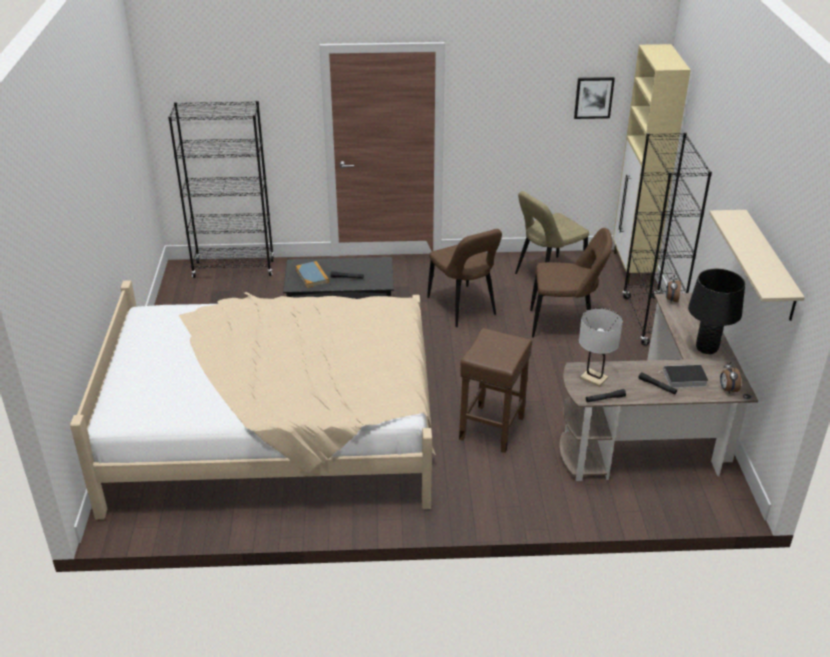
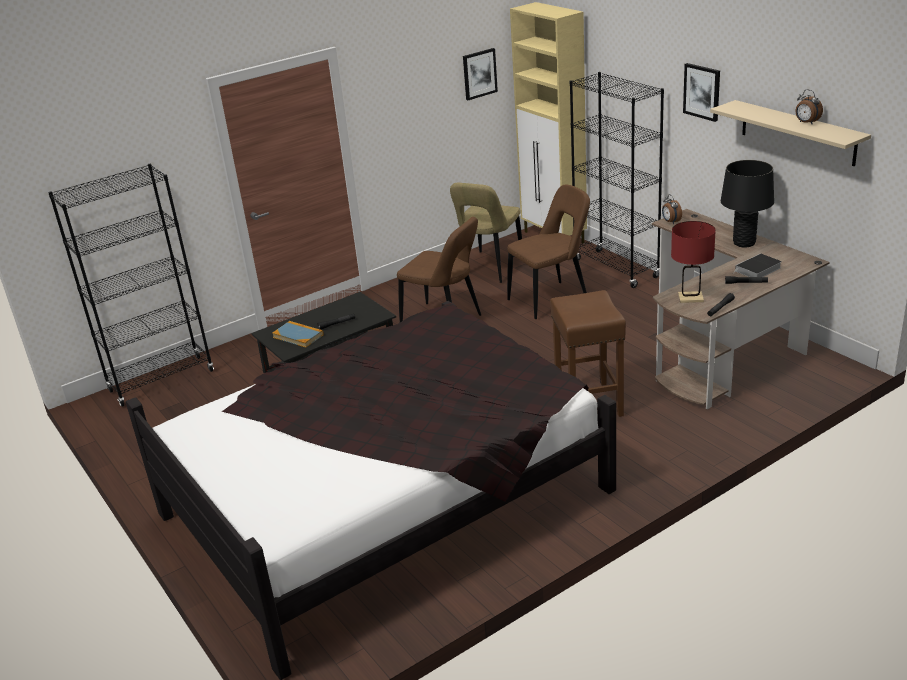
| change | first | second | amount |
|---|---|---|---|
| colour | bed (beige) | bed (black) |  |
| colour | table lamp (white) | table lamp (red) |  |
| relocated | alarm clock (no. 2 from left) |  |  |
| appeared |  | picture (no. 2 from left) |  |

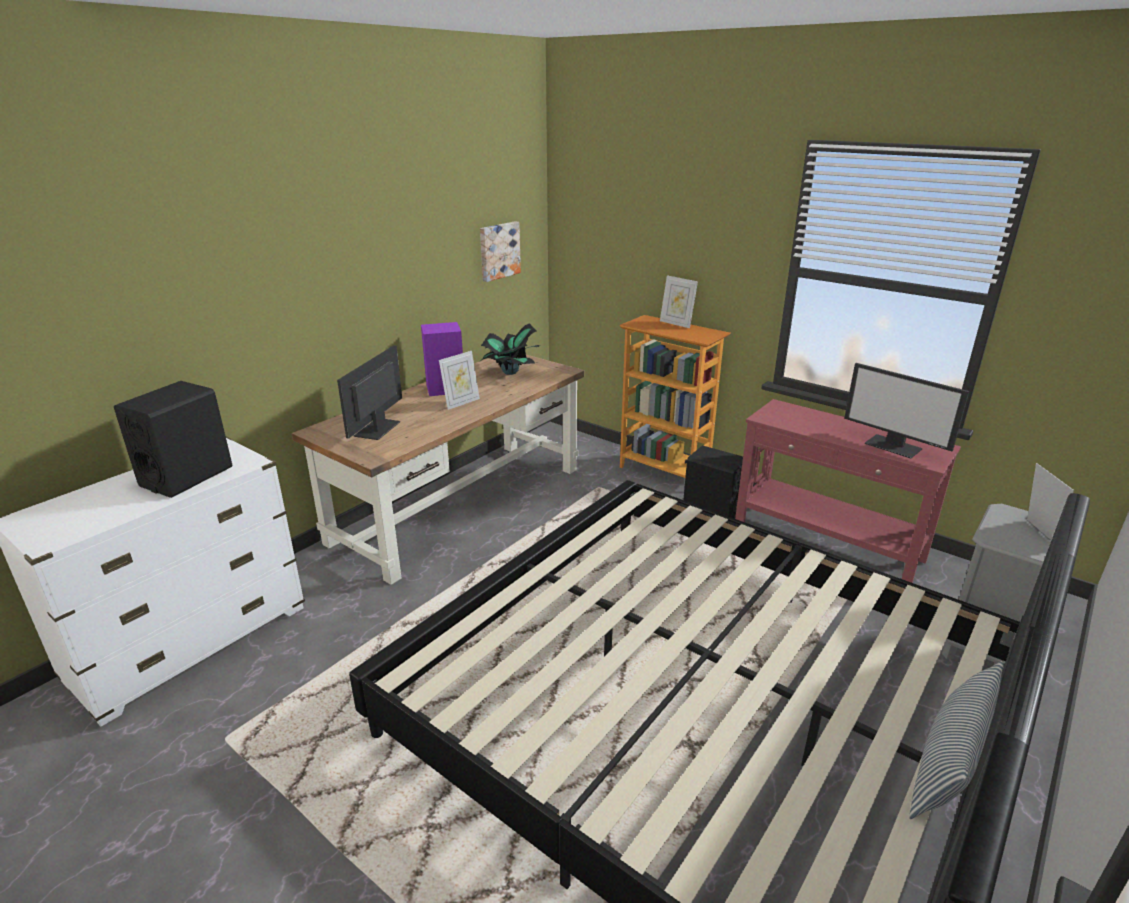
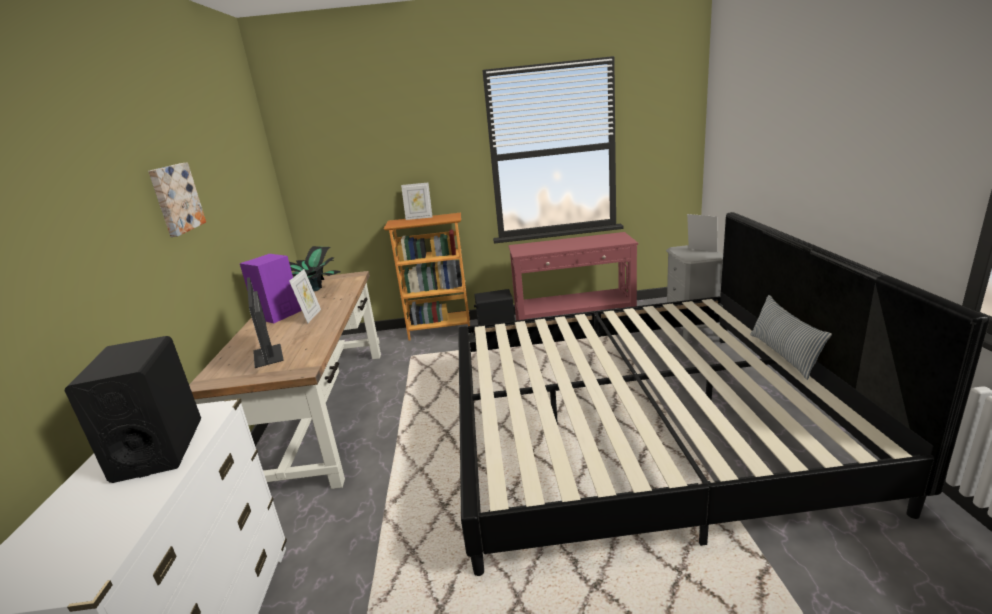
| change | first | second | amount |
|---|---|---|---|
| relocated | picture |  |  |
| missing | monitor (no. 2 from left) |  |  |

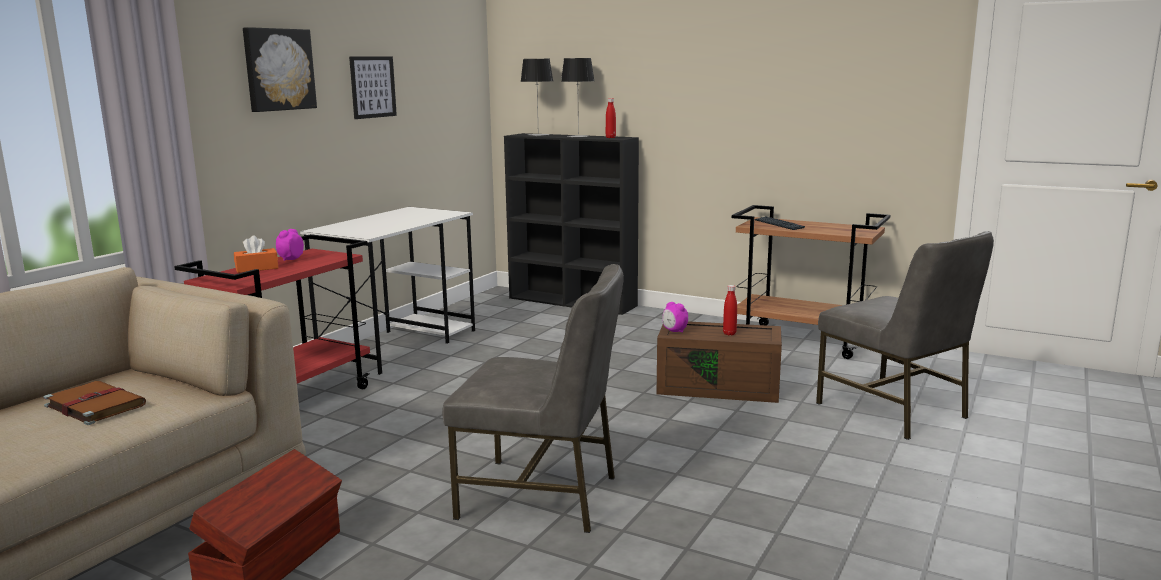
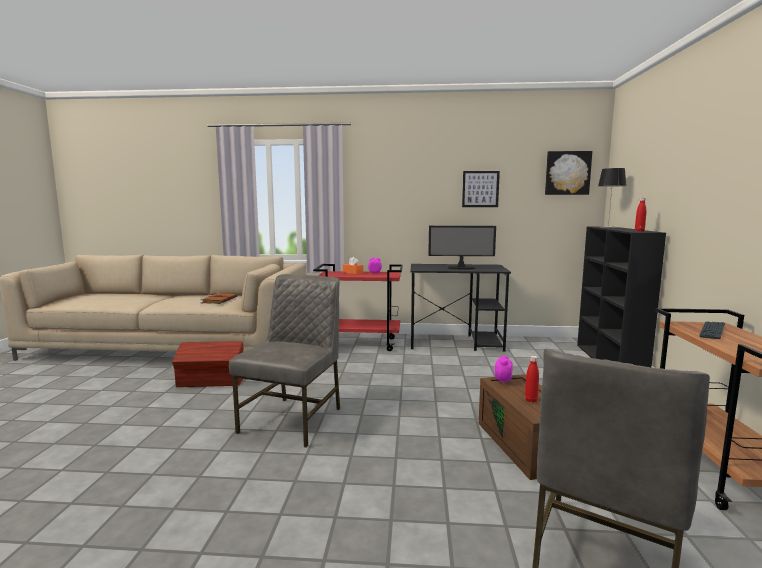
| change | first | second | amount |
|---|---|---|---|
| relocated | picture (no. 1 from left in the first image) | picture (no. 2 from left) |  |
| colour | desk (white) | desk (black) |  |
| spun | chair (grey) (no. 1 from left) |  | 150 degrees counterclockwise |
| missing | table lamp (no. 2 from left) |  |  |
| appeared |  | monitor |  |

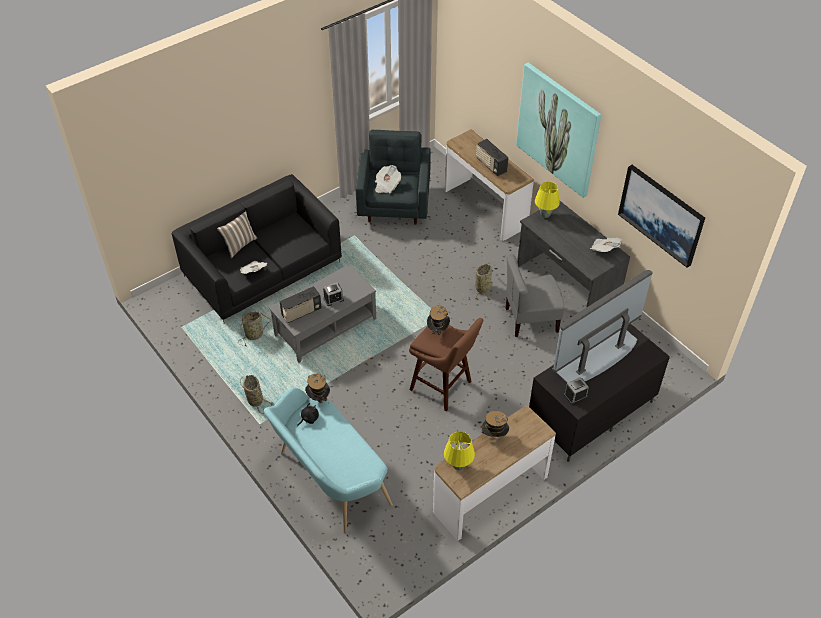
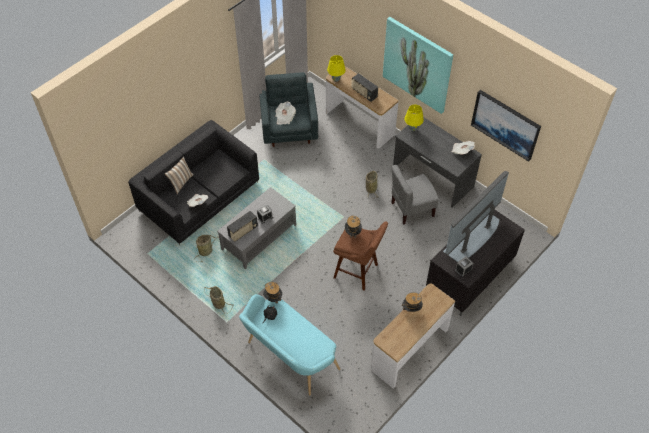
| change | first | second | amount |
|---|---|---|---|
| relocated | table lamp (yellow) (no. 1 from left) |  |  |

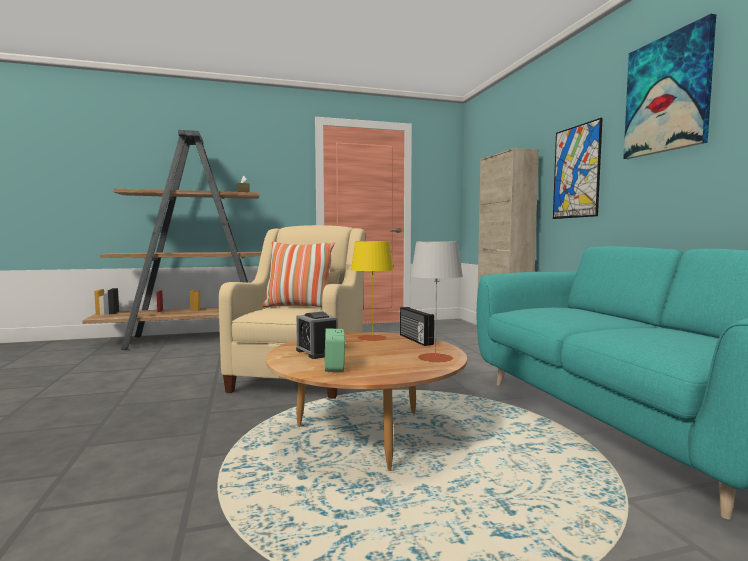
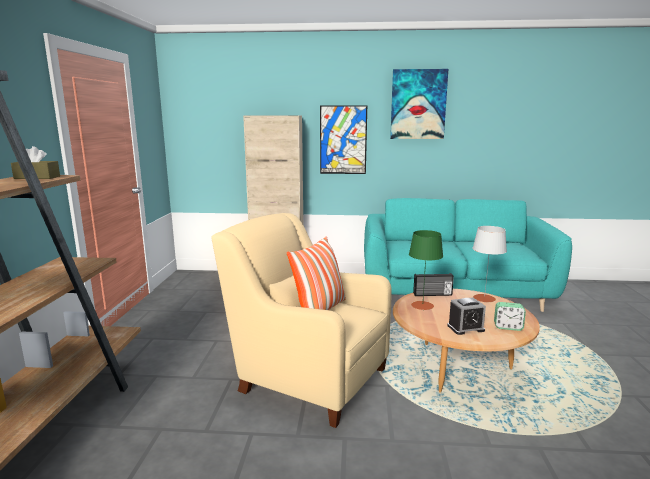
| change | first | second | amount |
|---|---|---|---|
| colour | table lamp (yellow) | table lamp (green) |  |

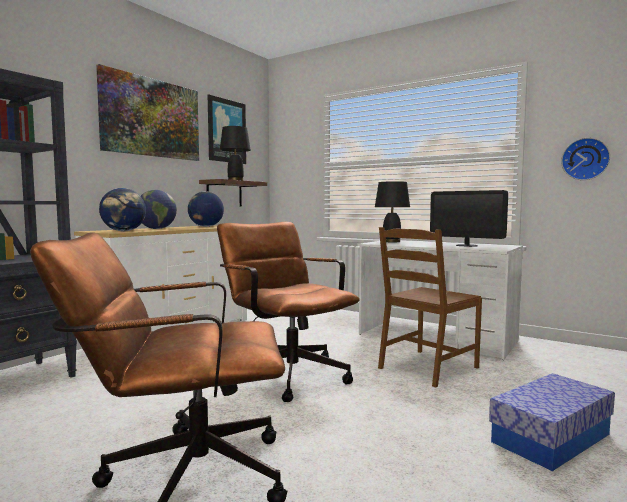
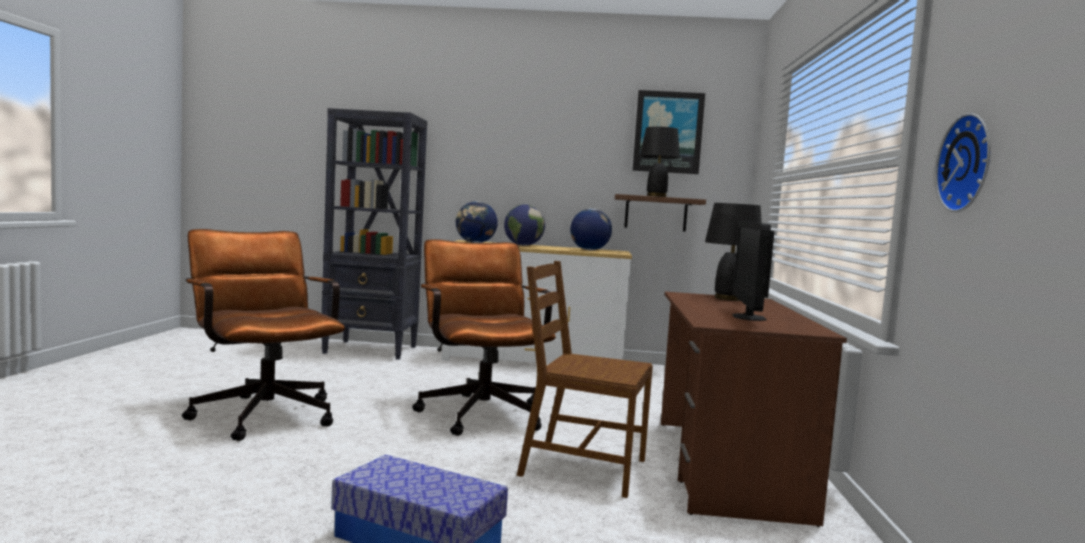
| change | first | second | amount |
|---|---|---|---|
| missing | picture (no. 1 from left) |  |  |
| spun | office chair (brown) (no. 2 from left) |  | 45 degrees counterclockwise |
| colour | desk (white) | desk (brown) |  |

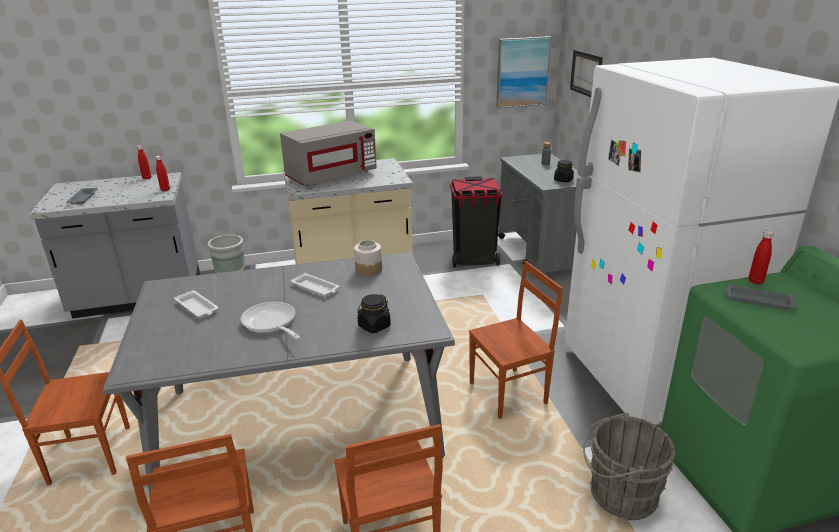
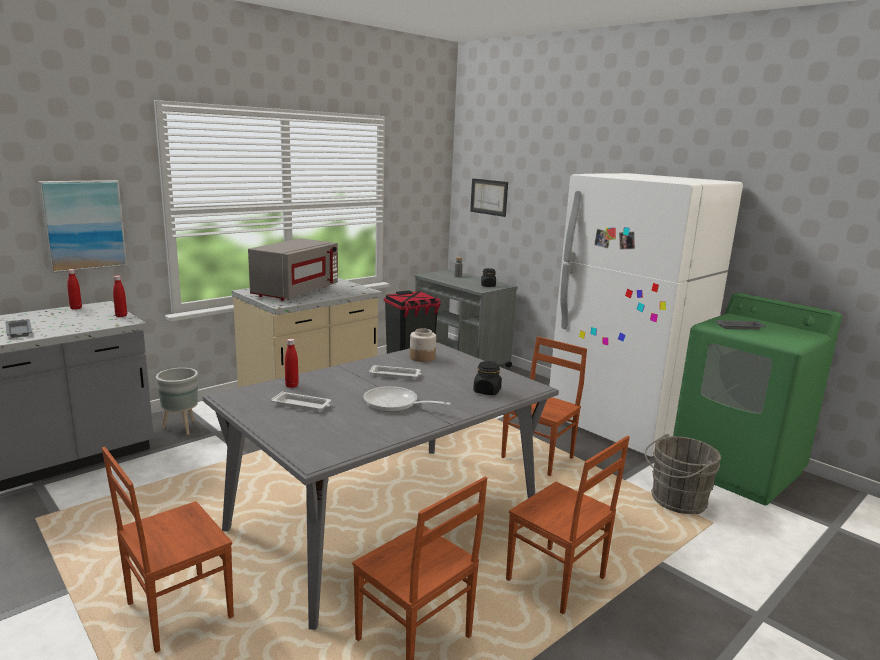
| change | first | second | amount |
|---|---|---|---|
| relocated | picture (no. 1 from left) |  |  |
| relocated | bottle (red) (no. 3 from left) |  |  |

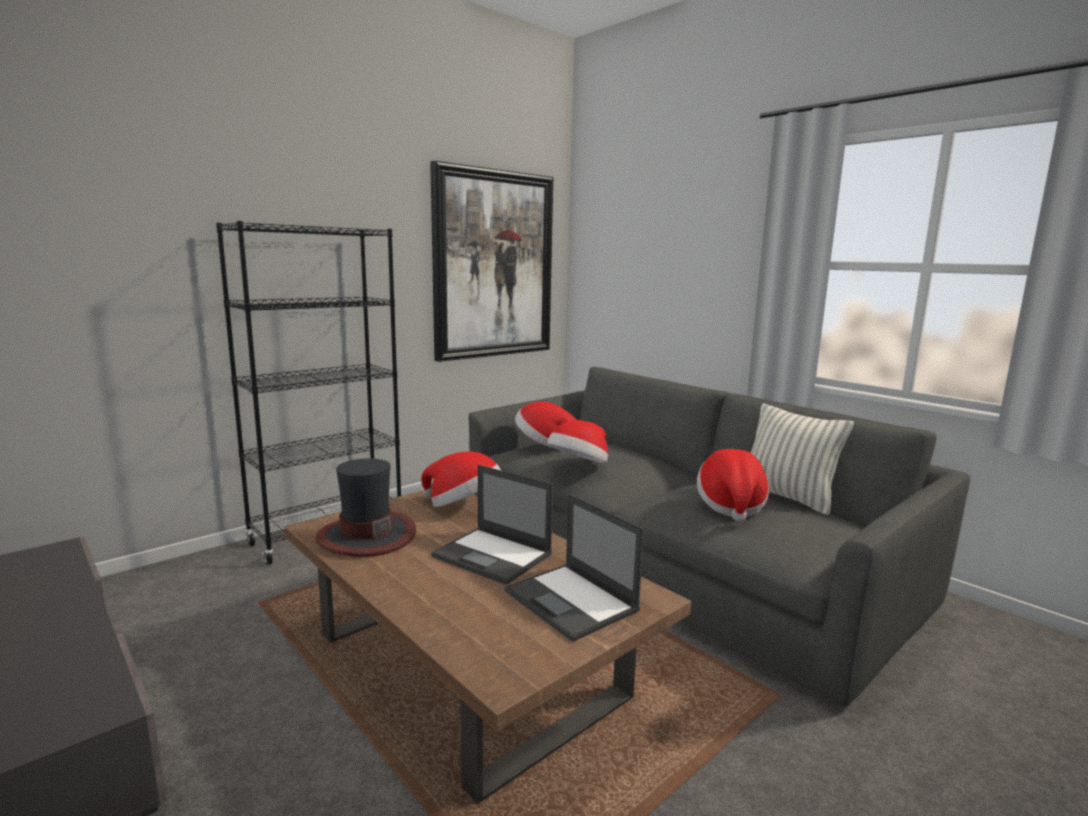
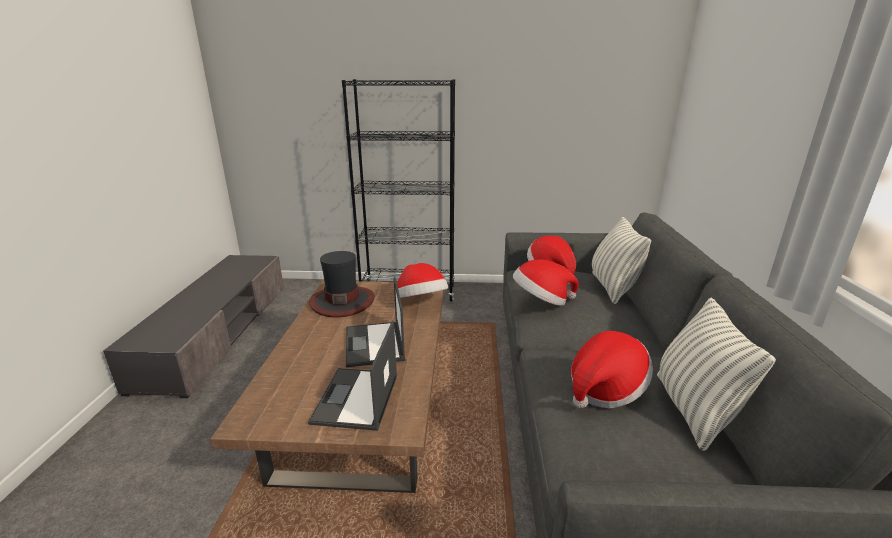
| change | first | second | amount |
|---|---|---|---|
| missing | picture |  |  |
| appeared |  | pillow (no. 1 from left) |  |

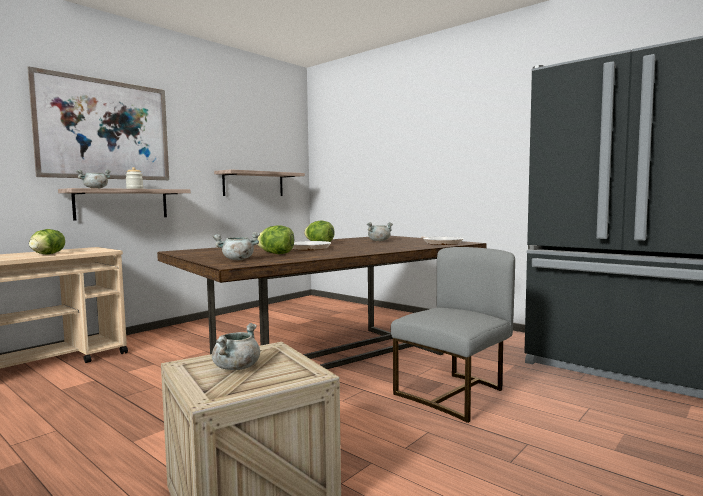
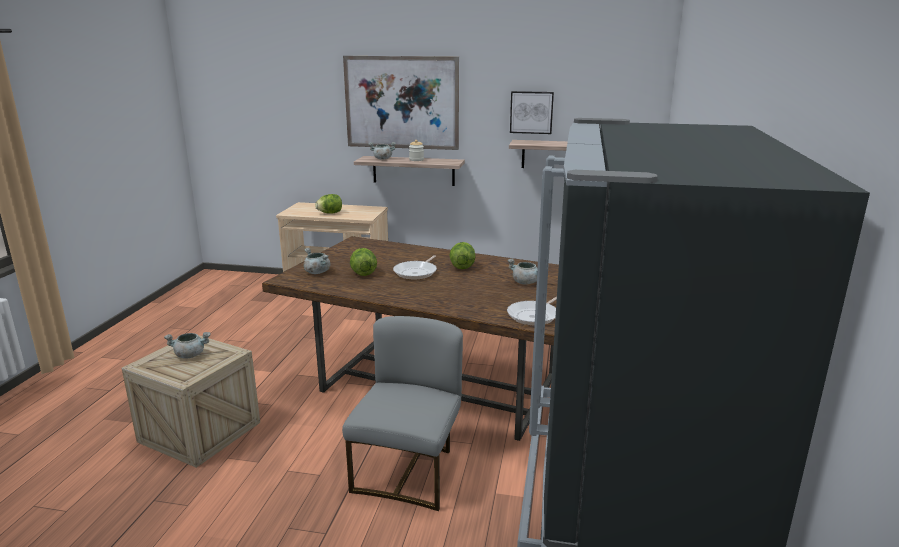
| change | first | second | amount |
|---|---|---|---|
| spun | chair (grey) |  | 90 degrees counterclockwise |
| appeared |  | picture (no. 2 from left) |  |

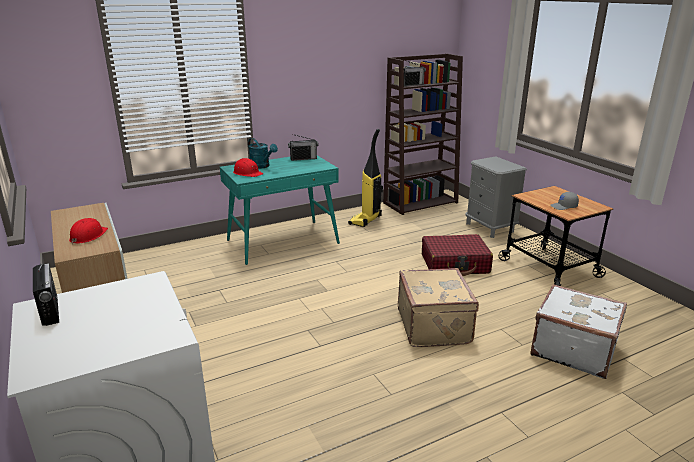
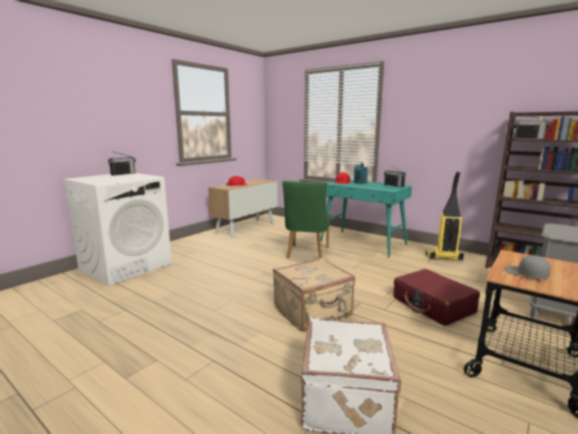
| change | first | second | amount |
|---|---|---|---|
| appeared |  | chair (green) |  |

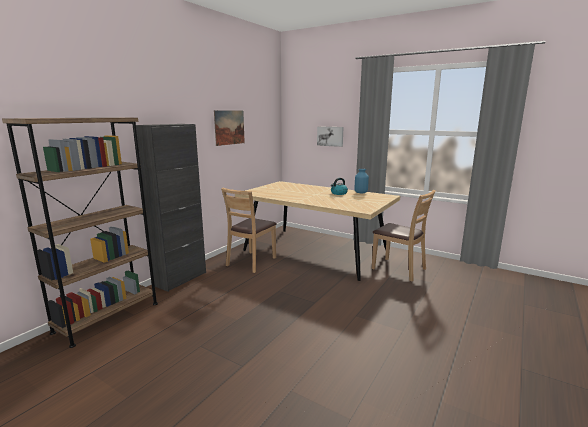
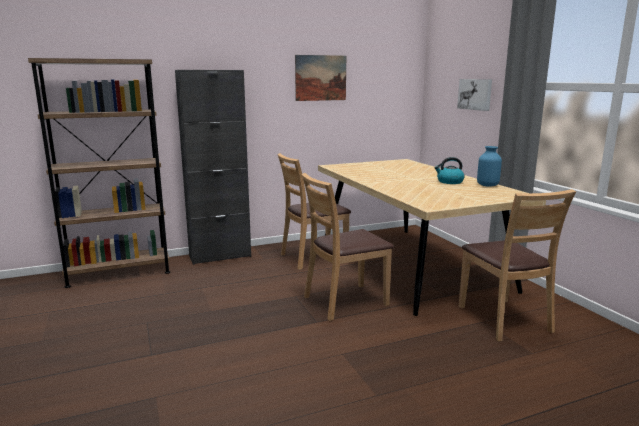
| change | first | second | amount |
|---|---|---|---|
| appeared |  | chair (brown) (no. 2 from left) |  |

